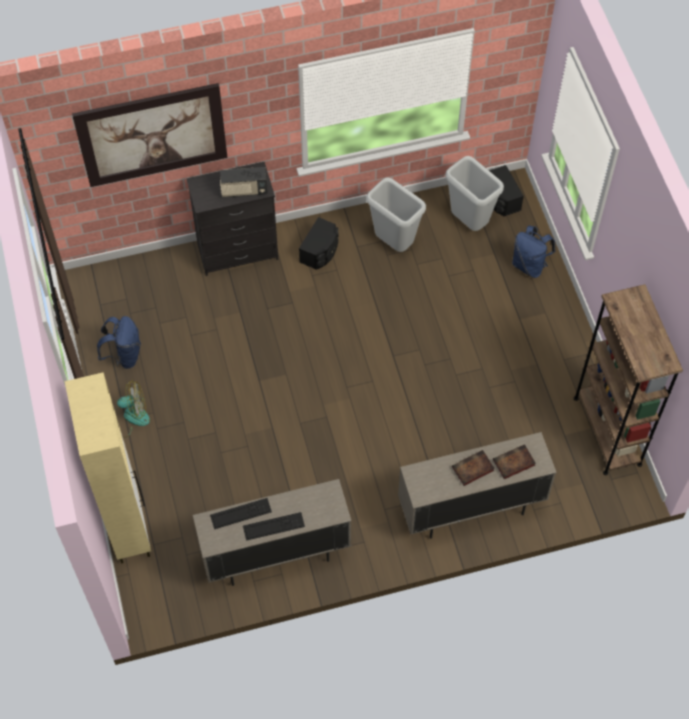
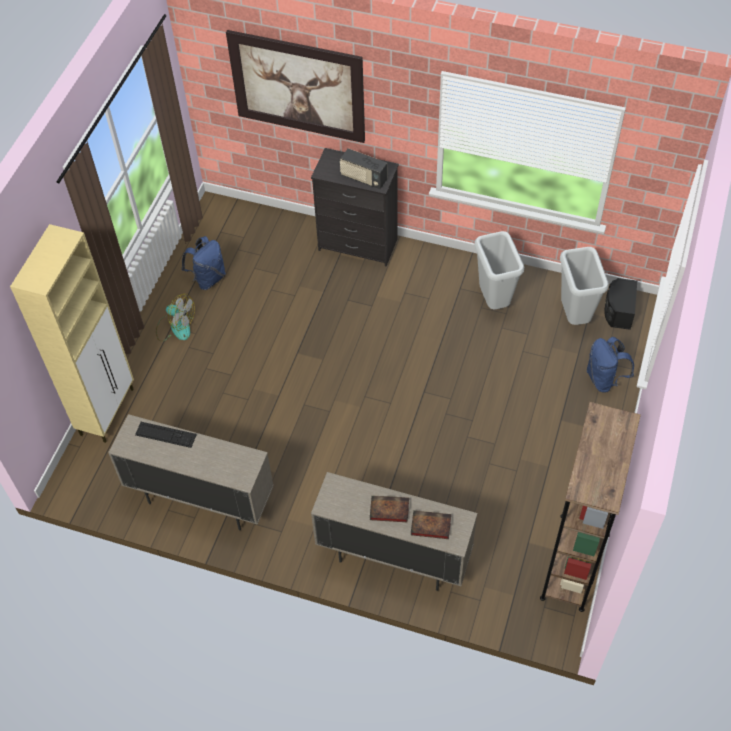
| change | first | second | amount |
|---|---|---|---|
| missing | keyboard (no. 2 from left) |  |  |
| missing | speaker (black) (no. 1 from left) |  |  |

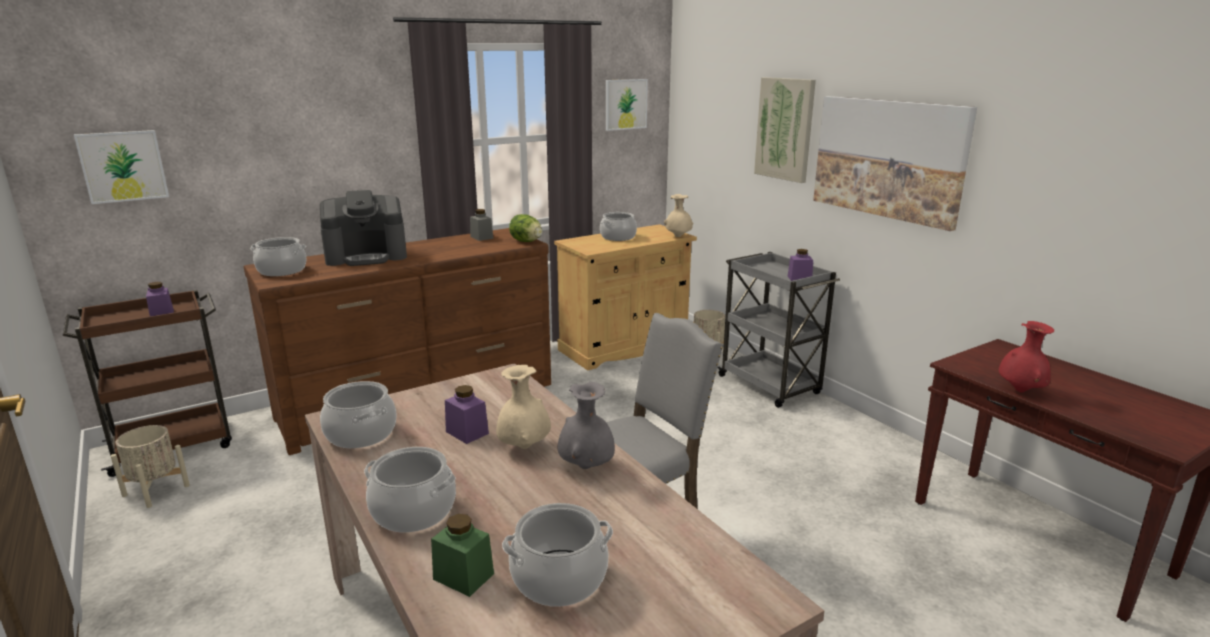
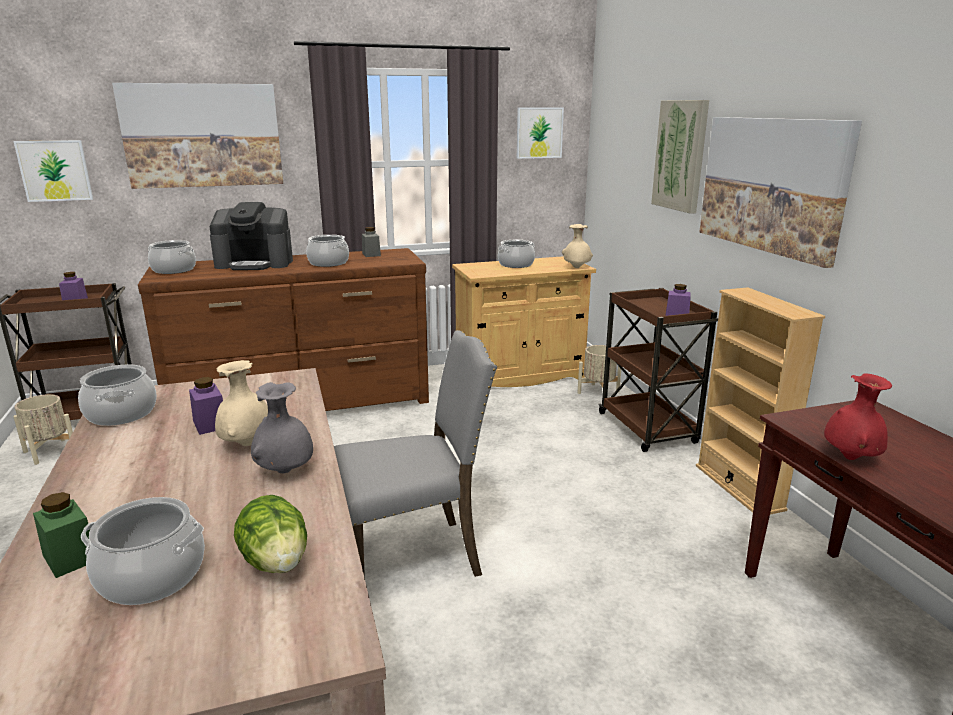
| change | first | second | amount |
|---|---|---|---|
| relocated | cooking pot (no. 3 from left in the first image) | cooking pot (no. 4 from left) |  |
| relocated | lettuce |  |  |
| colour | cart (grey) | cart (brown) (no. 2 from left) |  |
| appeared |  | picture (no. 2 from left) |  |
| appeared |  | bookcase (beige) |  |

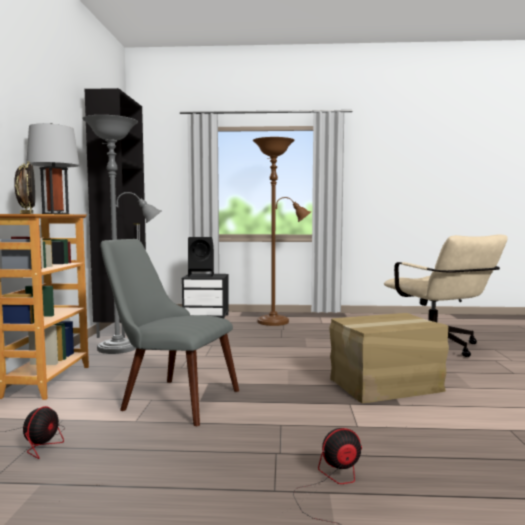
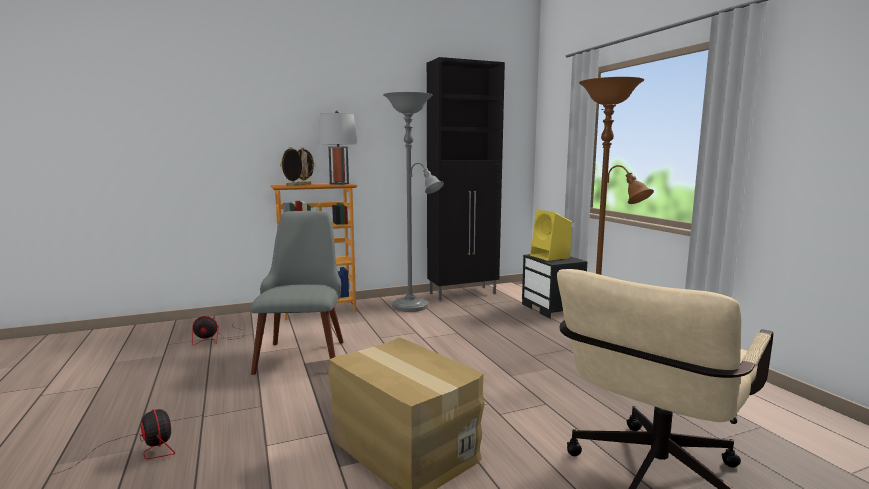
| change | first | second | amount |
|---|---|---|---|
| colour | speaker (black) | speaker (yellow) |  |

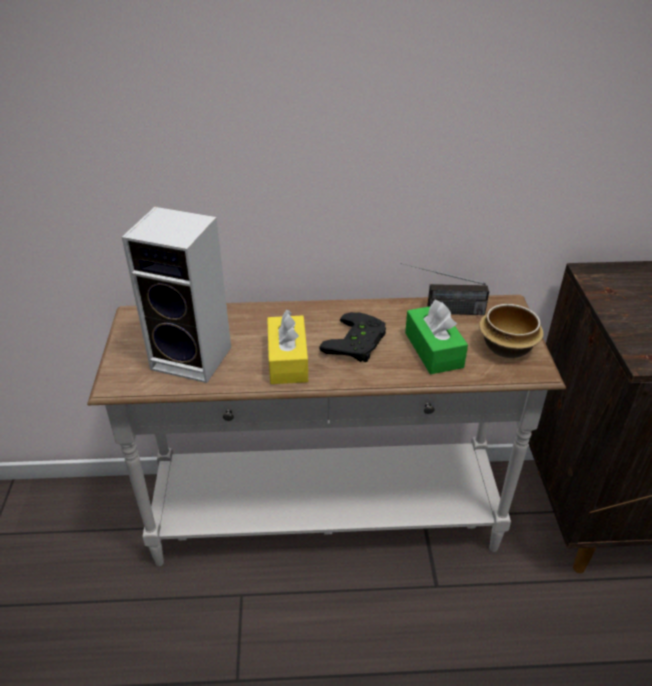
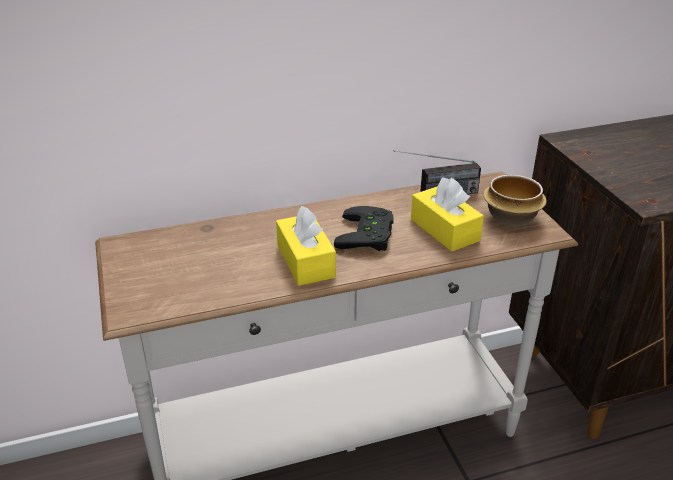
| change | first | second | amount |
|---|---|---|---|
| missing | speaker |  |  |
| colour | tissue box (green) | tissue box (yellow) (no. 2 from left) |  |

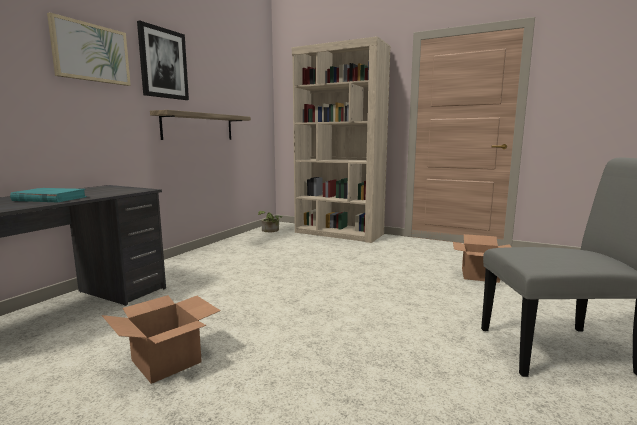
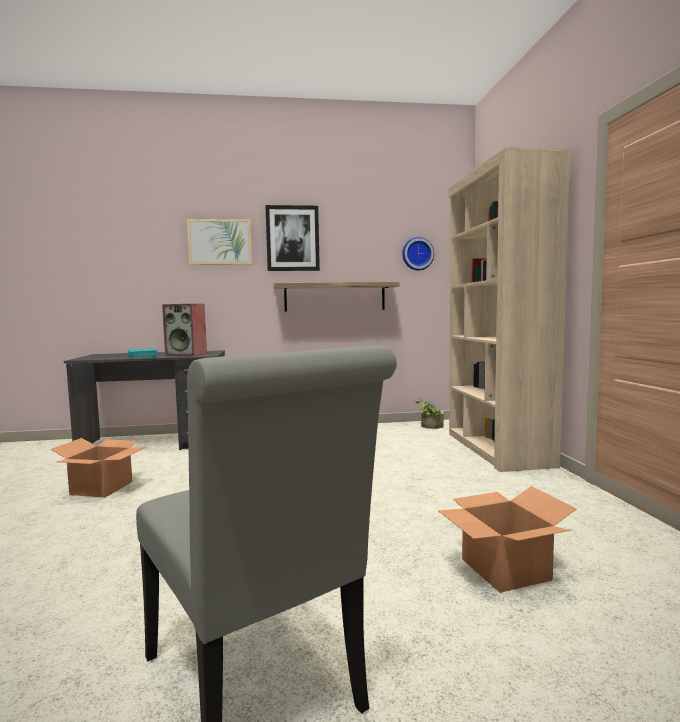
| change | first | second | amount |
|---|---|---|---|
| appeared |  | speaker |  |
| appeared |  | wall clock |  |

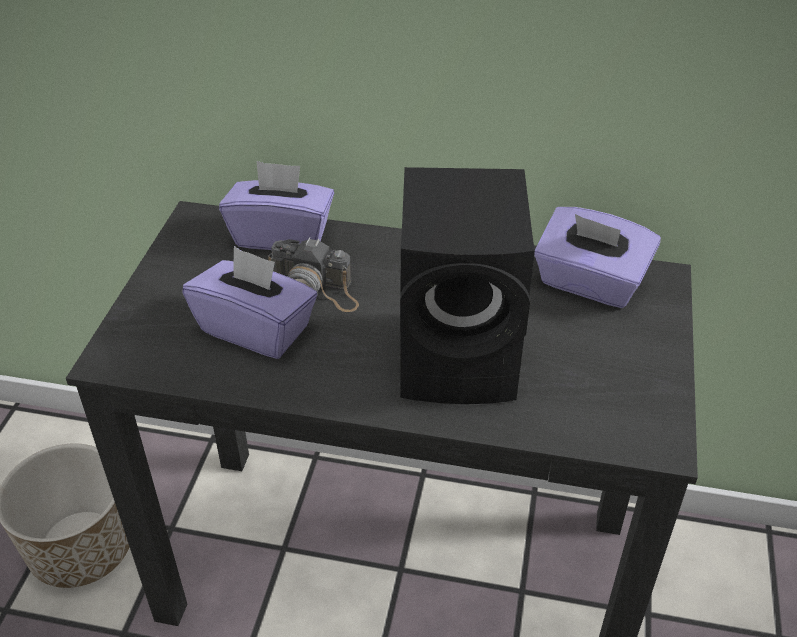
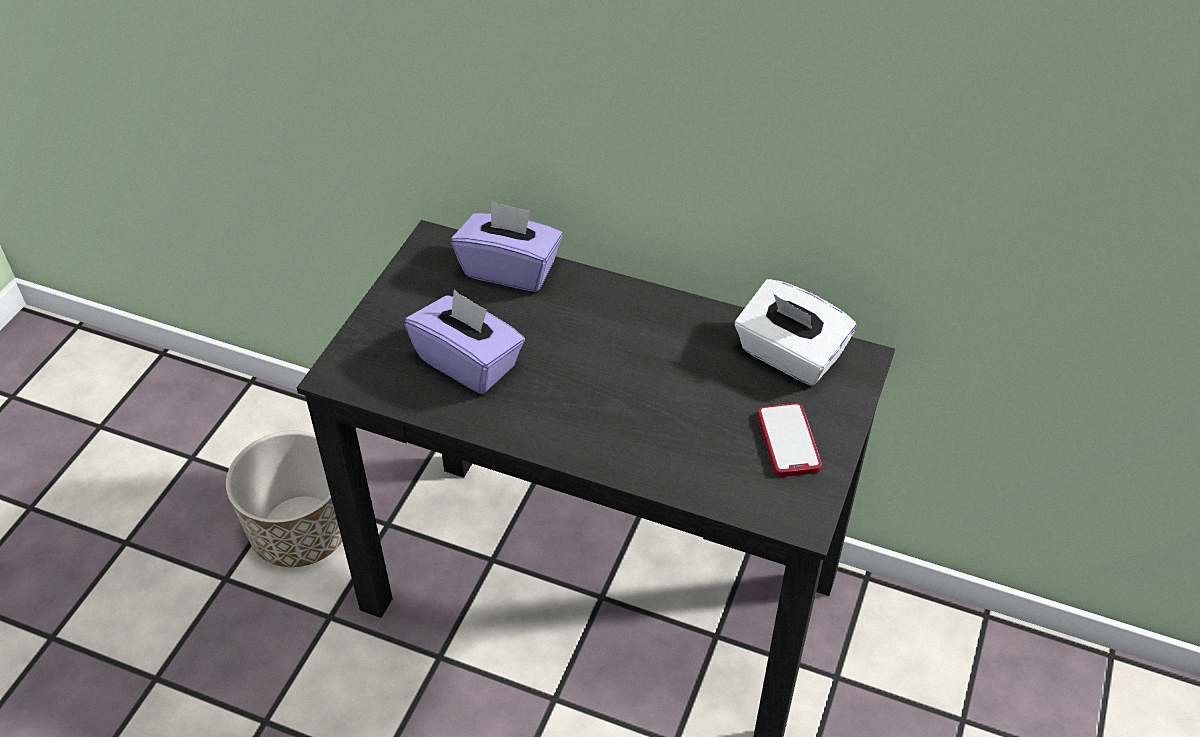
| change | first | second | amount |
|---|---|---|---|
| missing | photo camera |  |  |
| missing | speaker (black) |  |  |
| colour | tissue box (purple) (no. 3 from left) | tissue box (white) |  |
| appeared |  | phone |  |

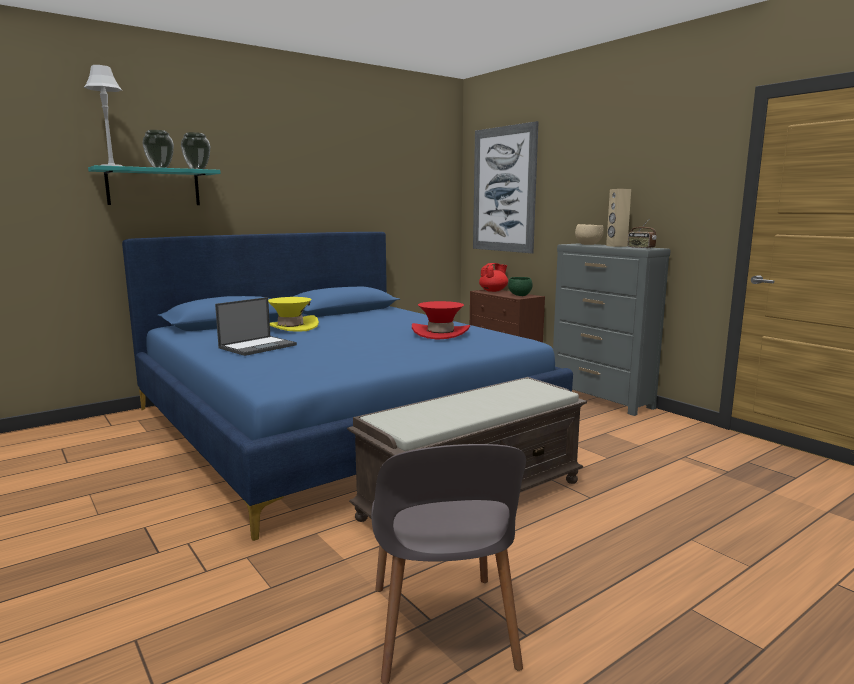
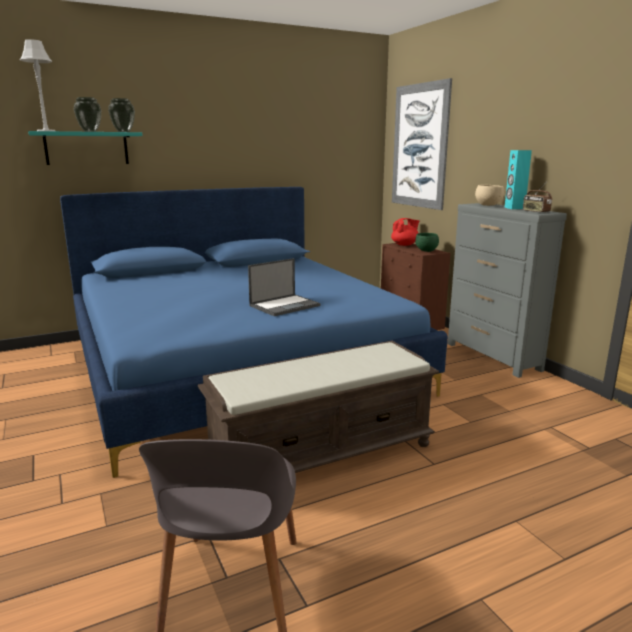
| change | first | second | amount |
|---|---|---|---|
| relocated | laptop |  |  |
| missing | hat (yellow) |  |  |
| missing | hat (red) |  |  |
| colour | speaker (beige) | speaker (turquoise) |  |

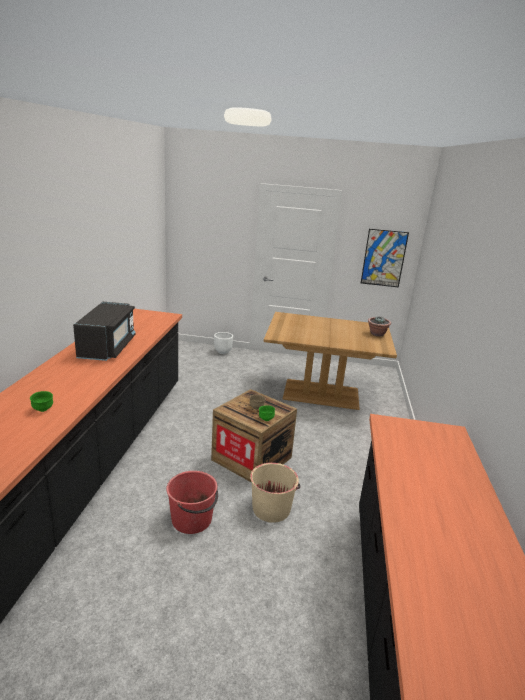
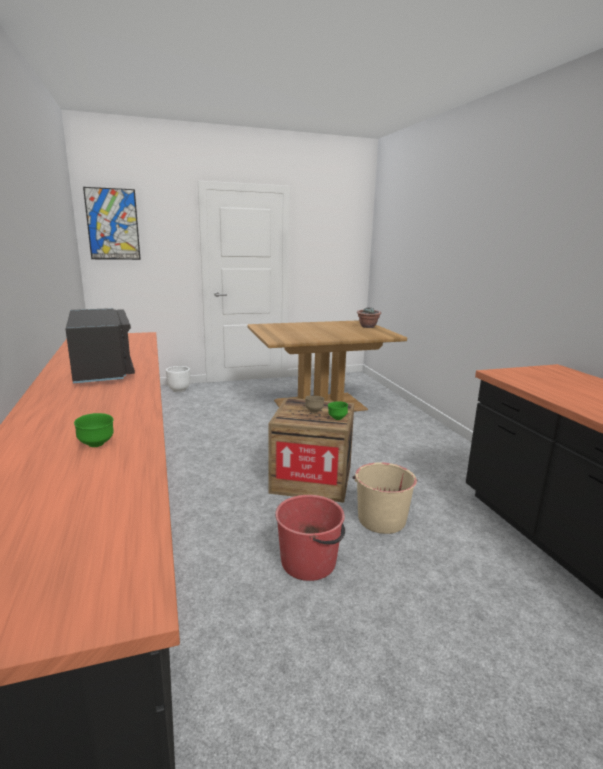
| change | first | second | amount |
|---|---|---|---|
| relocated | picture |  |  |

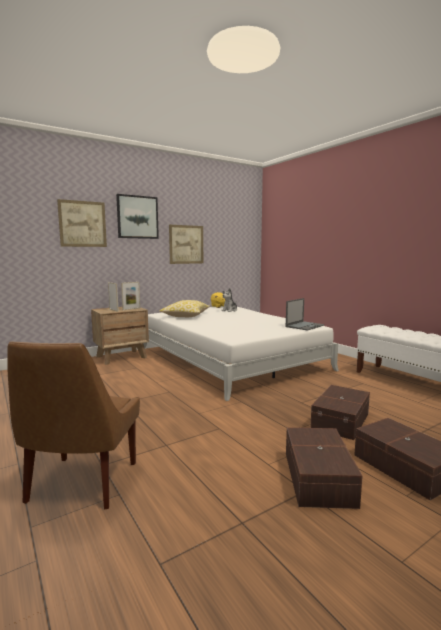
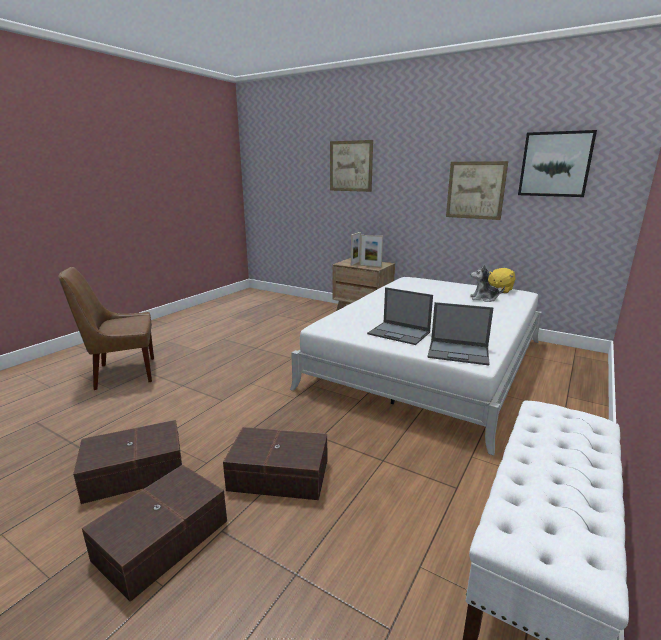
| change | first | second | amount |
|---|---|---|---|
| relocated | picture (no. 2 from left in the first image) | picture (no. 3 from left) |  |
| missing | pillow |  |  |
| appeared |  | laptop (no. 1 from left) |  |

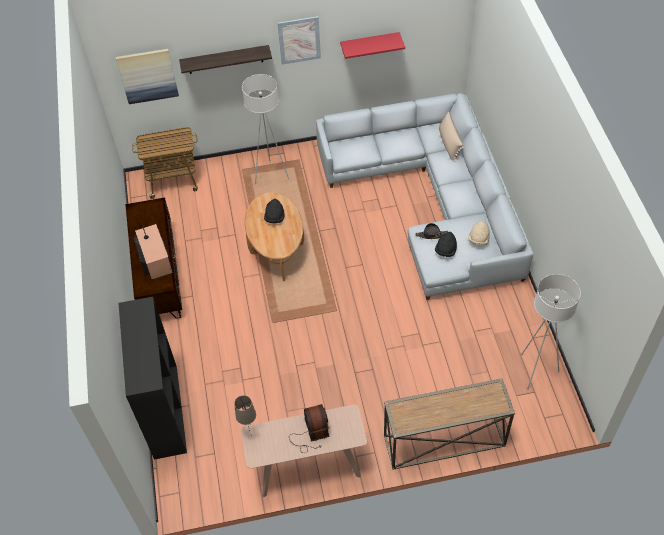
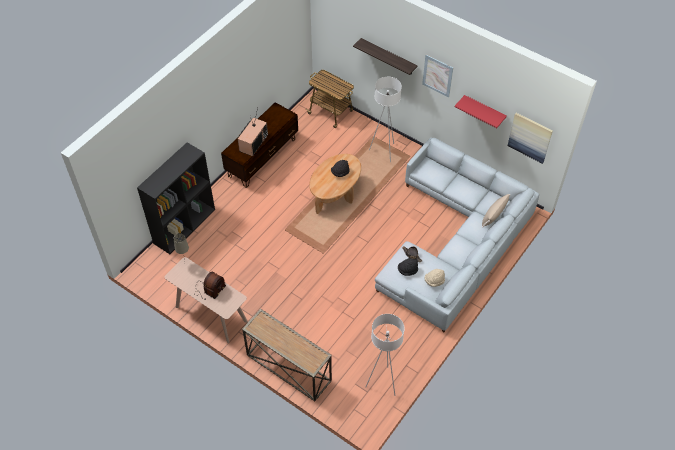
| change | first | second | amount |
|---|---|---|---|
| relocated | picture (no. 1 from left in the first image) | picture (no. 2 from left) |  |

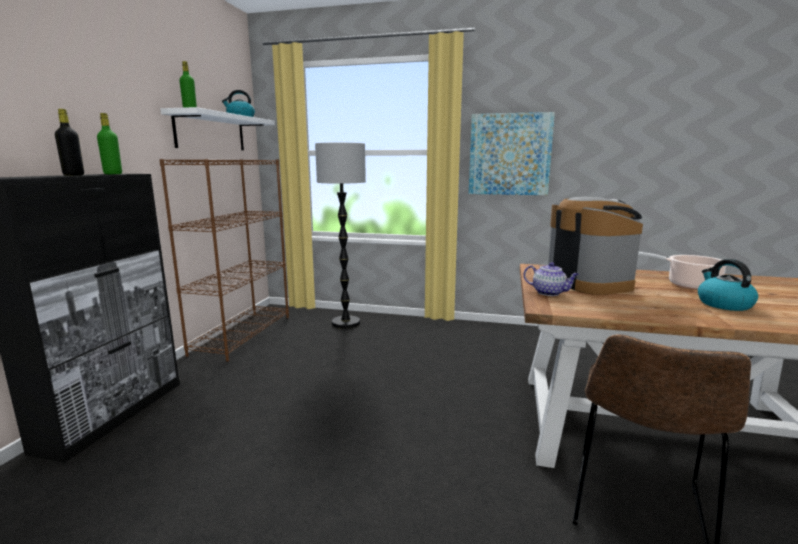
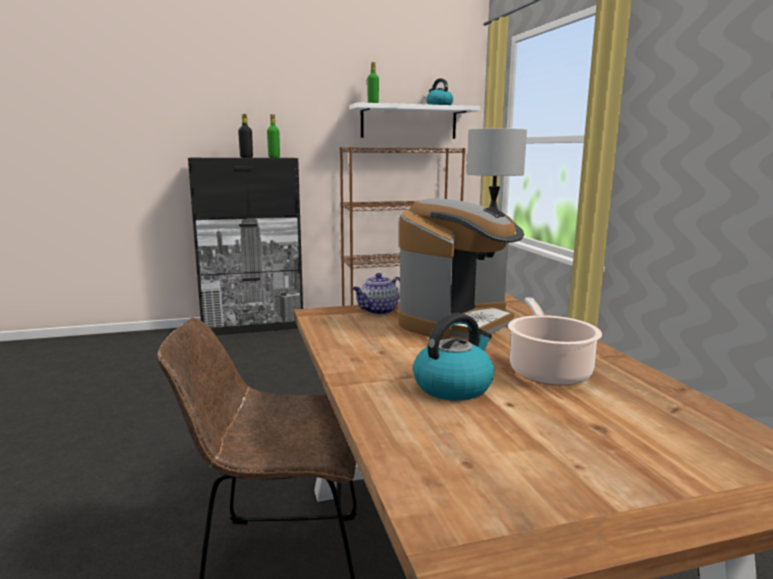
| change | first | second | amount |
|---|---|---|---|
| missing | picture |  |  |
| spun | teapot |  | 45 degrees clockwise |

